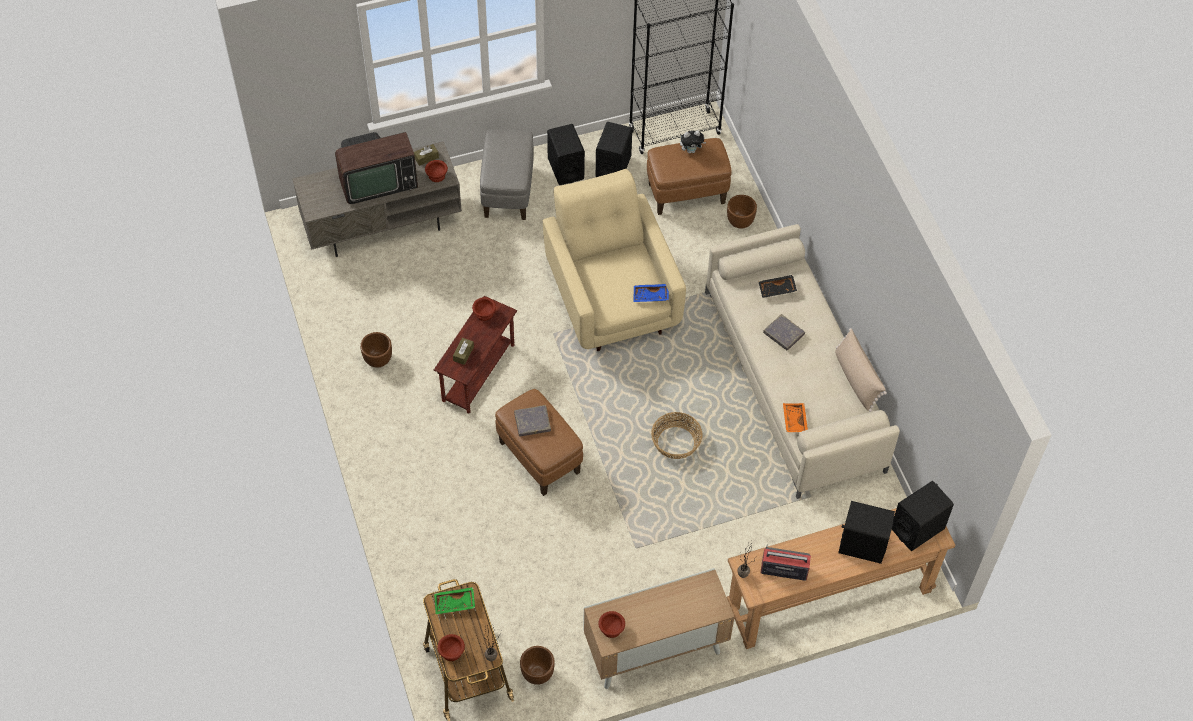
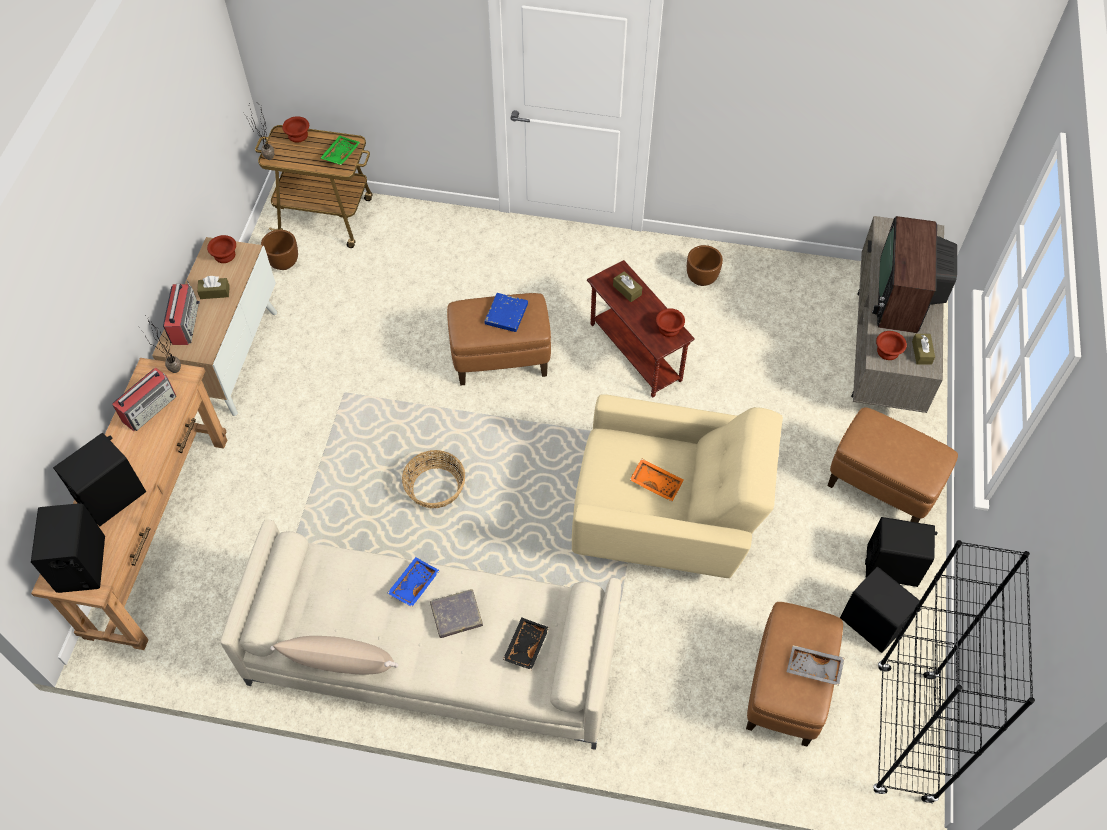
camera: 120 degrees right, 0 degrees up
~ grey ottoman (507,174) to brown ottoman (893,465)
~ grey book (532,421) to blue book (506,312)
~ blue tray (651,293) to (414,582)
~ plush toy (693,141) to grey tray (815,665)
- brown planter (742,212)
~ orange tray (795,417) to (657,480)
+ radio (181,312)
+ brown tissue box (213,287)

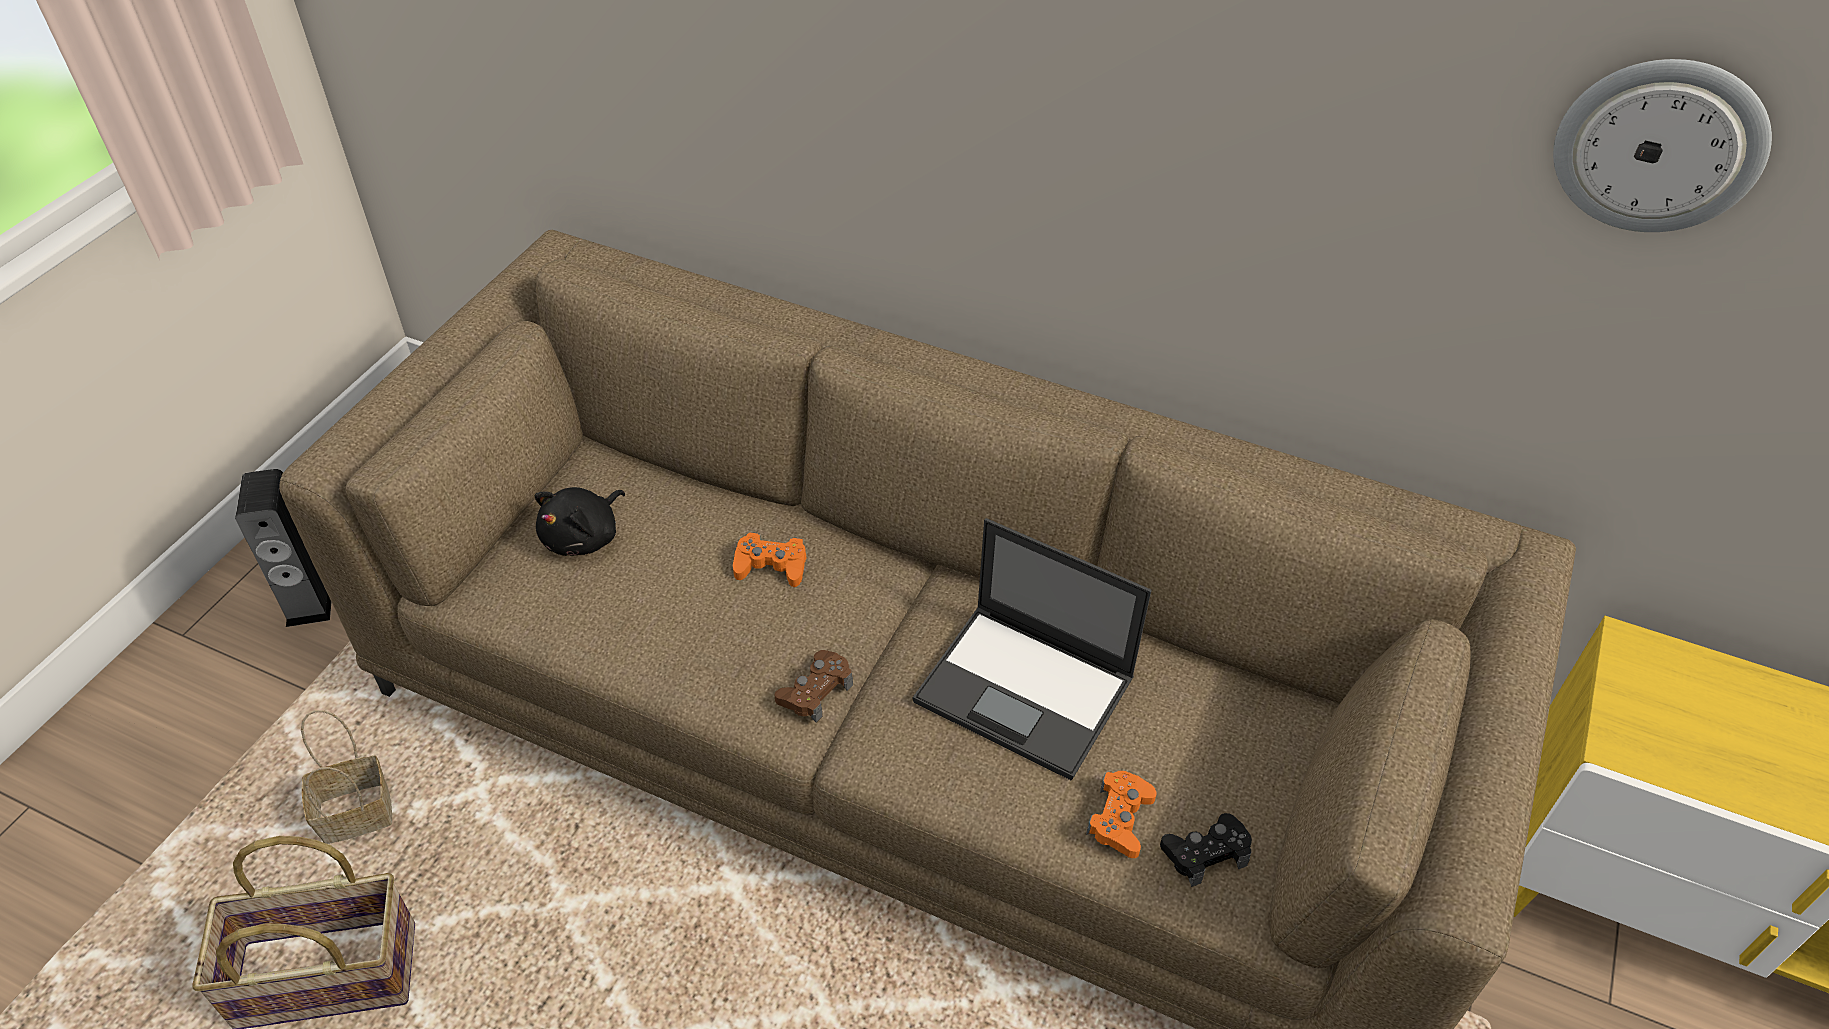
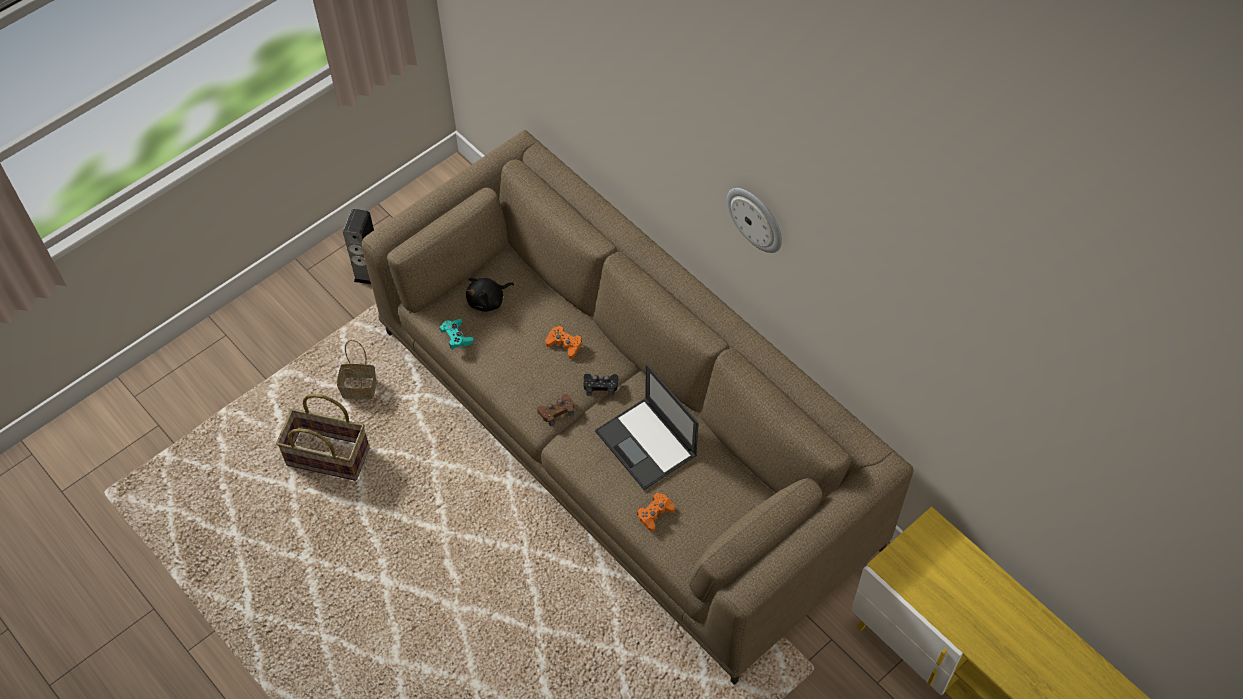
camera: 25 degrees right, 10 degrees up
~ black game controller (1206,850) to (600,384)
~ wall clock (1662,145) to (754,220)
+ turquoise game controller (456,334)

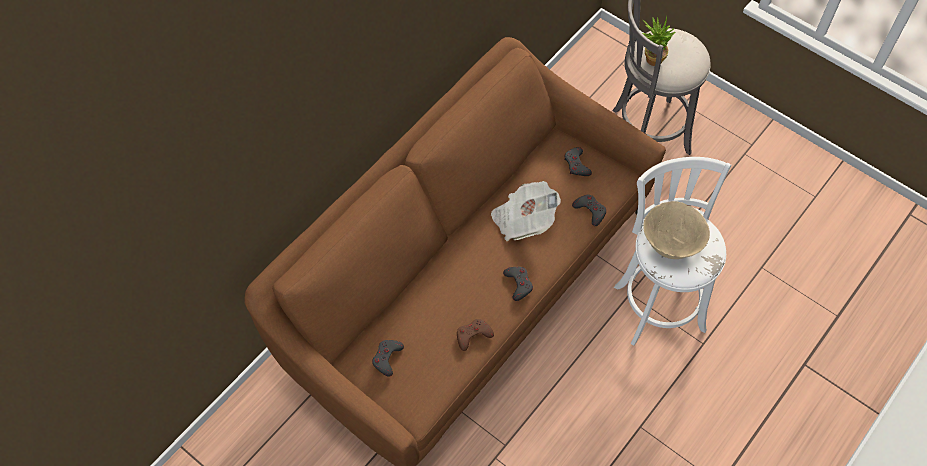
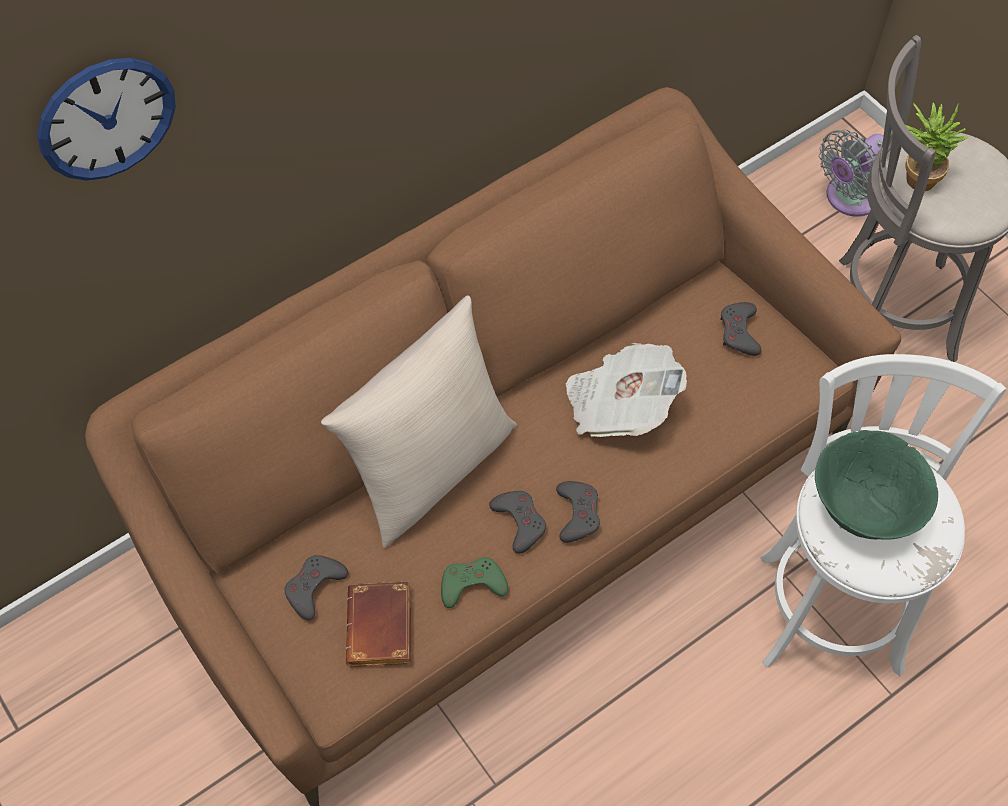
camera: 15 degrees right, 0 degrees up
~ brown game controller (475,335) to green game controller (474,582)
~ grey game controller (589,210) to (517,522)
~ beige bowl (676,230) to green bowl (876,485)
+ wall clock (106,119)
+ beige pillow (419,421)
+ brown book (378,624)
+ grey fan (851,173)

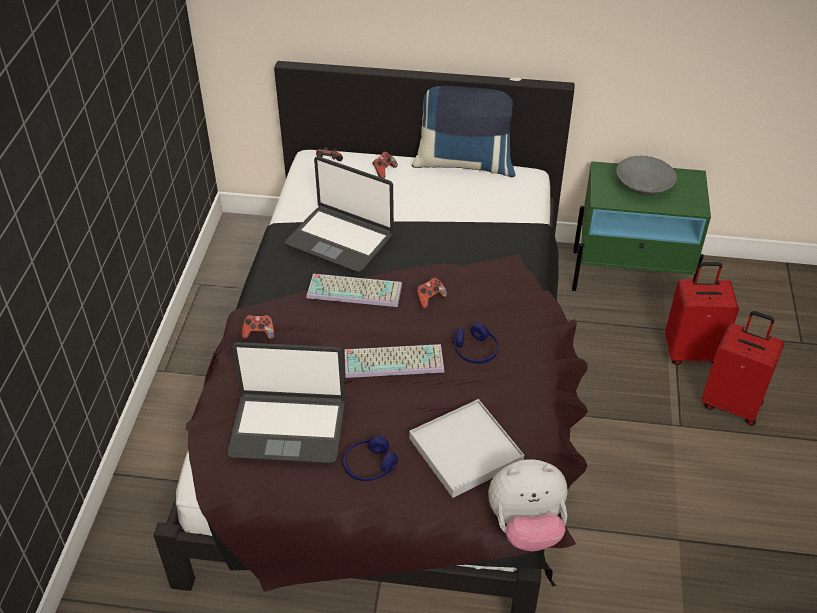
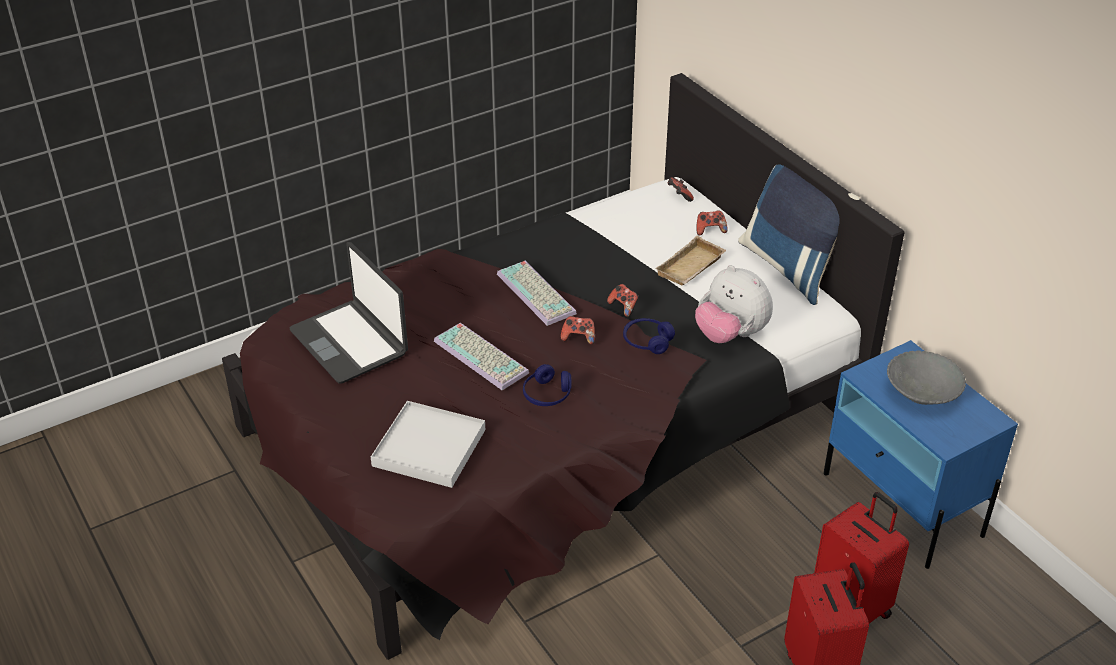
camera: 50 degrees right, 5 degrees down
~ game controller (258,327) to (623,300)
- laptop (339,214)
~ blue headphones (370,458) to (649,336)
~ plush toy (527,505) to (734,304)
~ green nightstand (641,226) to blue nightstand (921,454)
+ beige tray (690,261)

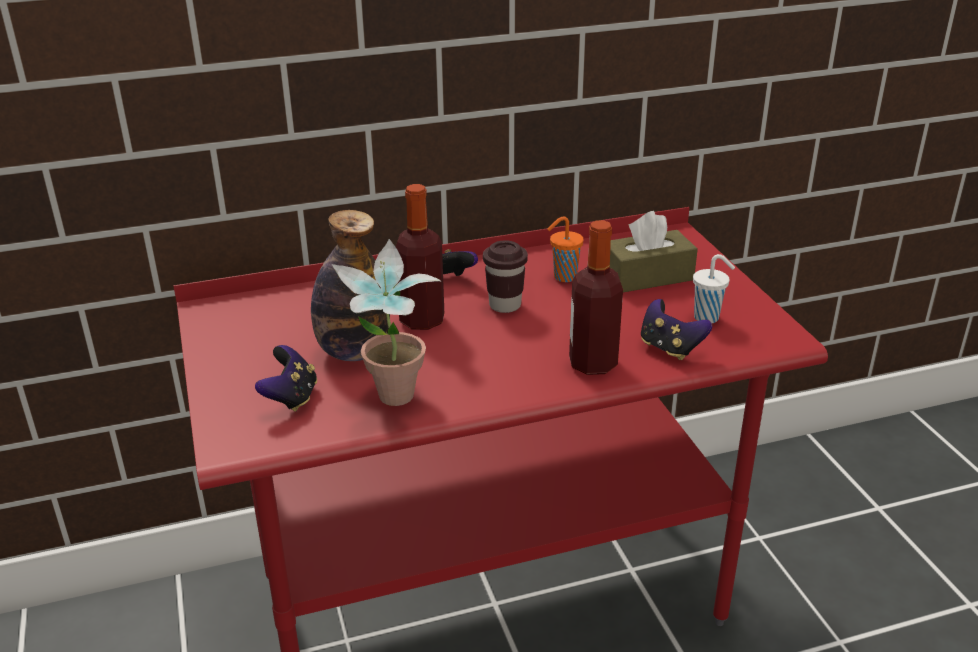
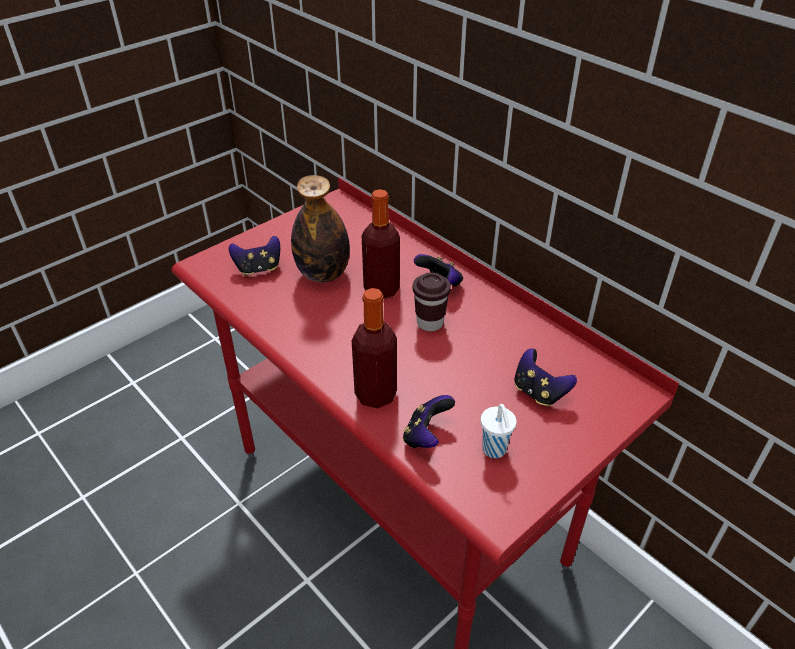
camera: 65 degrees right, 10 degrees up
- potted plant (387,322)
- orange cup (565,249)
~ brown tissue box (654,251) to game controller (545,377)

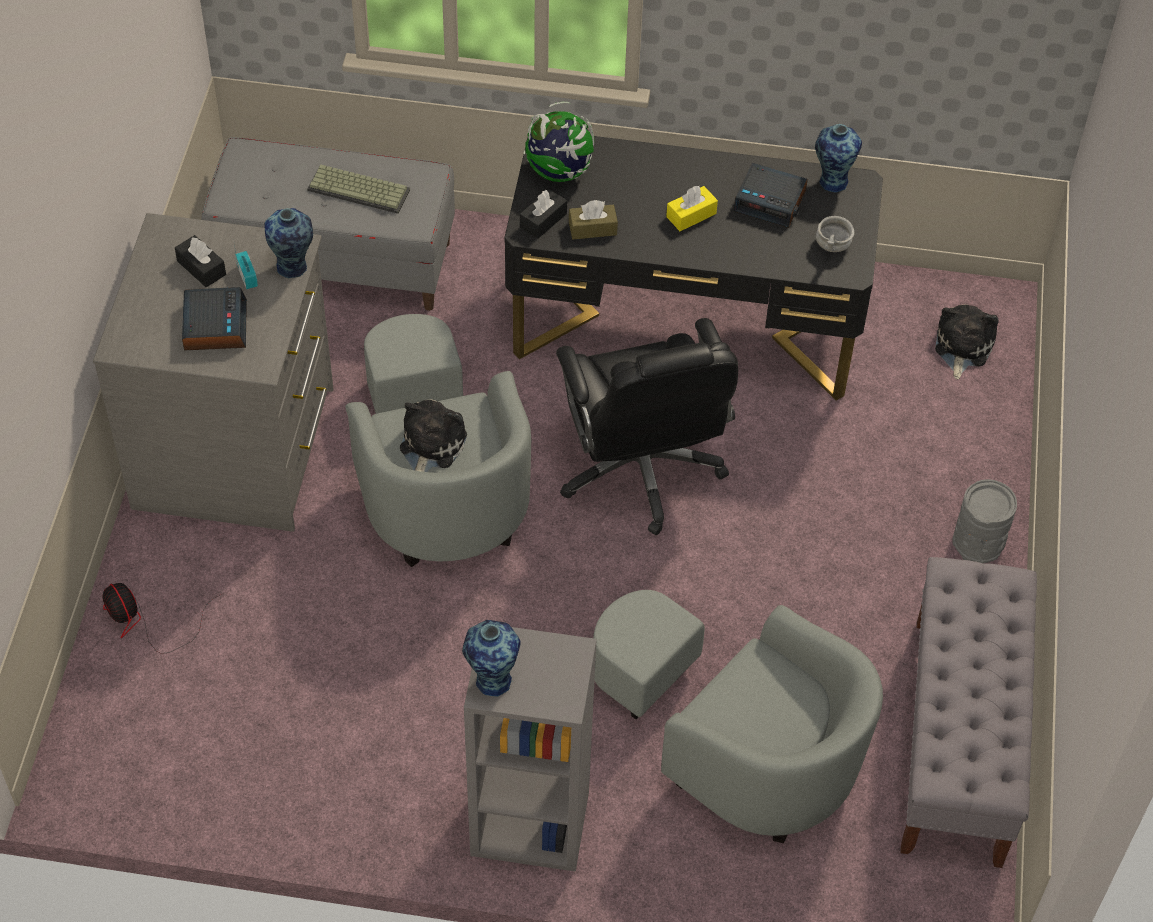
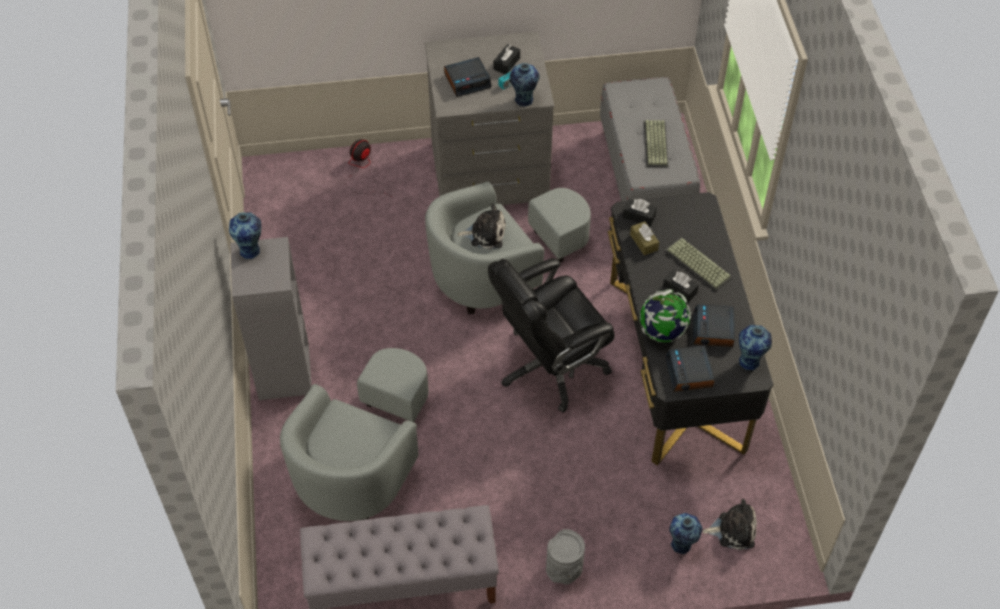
camera: 75 degrees right, 0 degrees up
~ globe (559,142) to (665,315)
~ yellow tissue box (692,208) to black tissue box (681,286)
~ grey bowl (835,234) to alarm clock (690,369)
+ keyboard (698,264)
+ vase (686,533)

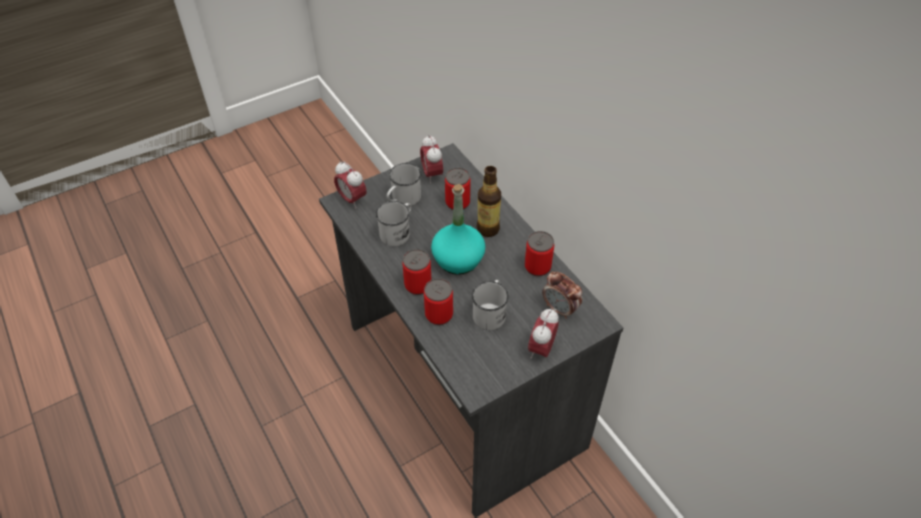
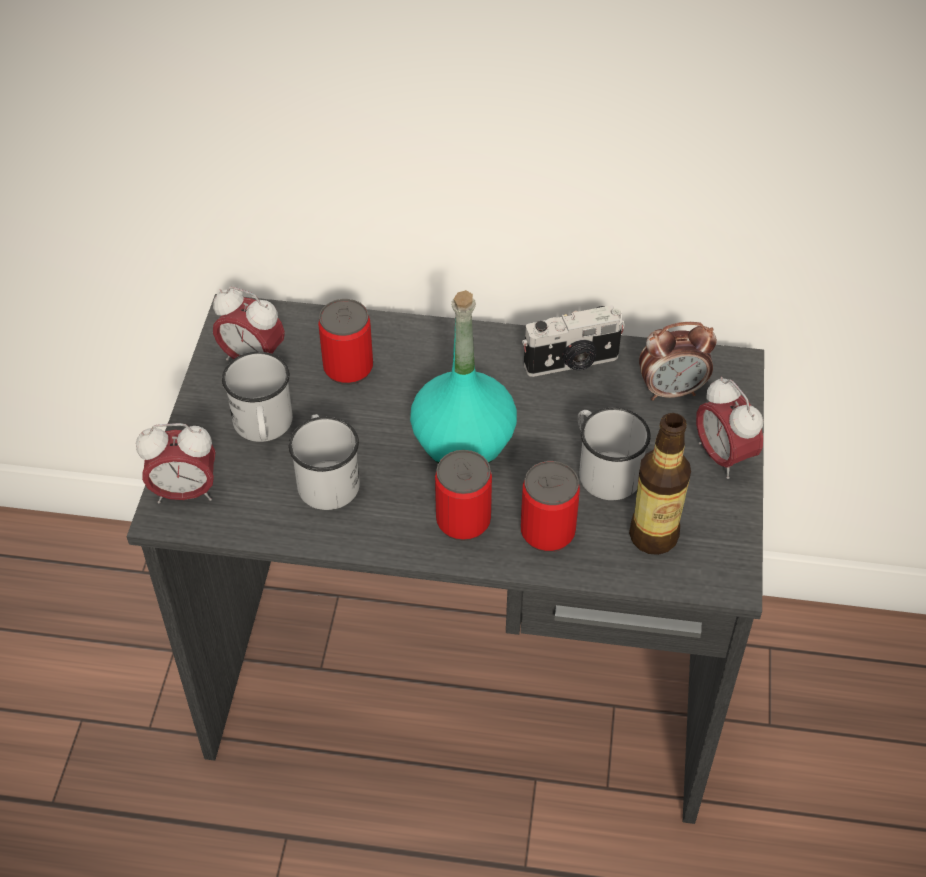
camera: 50 degrees left, 0 degrees up
~ bottle (489,201) to (660,484)
~ can (539,253) to photo camera (573,341)

